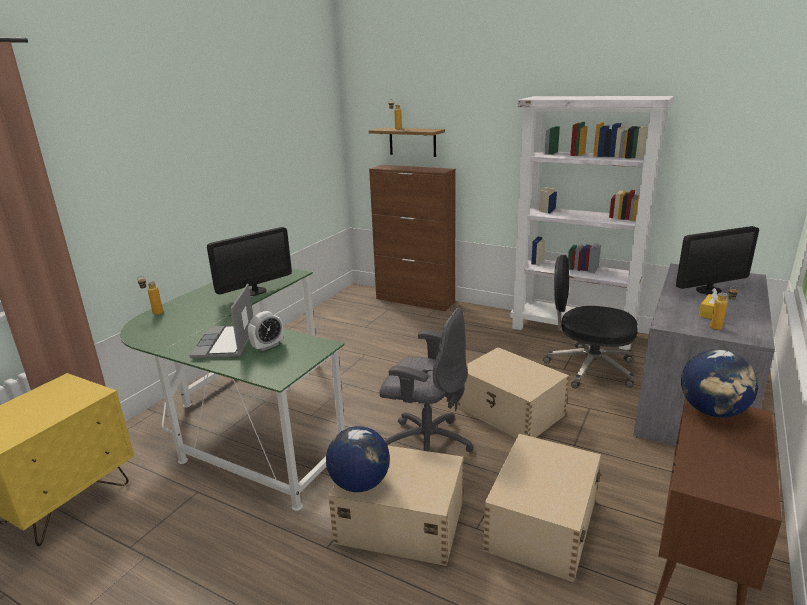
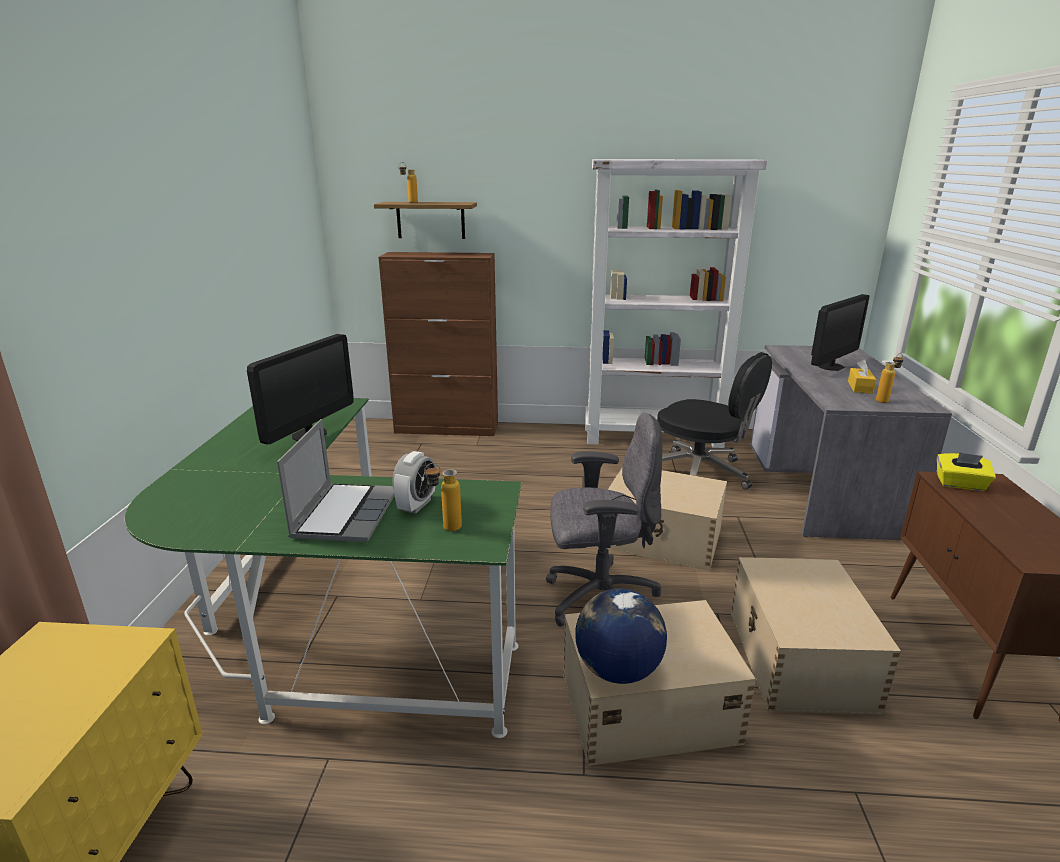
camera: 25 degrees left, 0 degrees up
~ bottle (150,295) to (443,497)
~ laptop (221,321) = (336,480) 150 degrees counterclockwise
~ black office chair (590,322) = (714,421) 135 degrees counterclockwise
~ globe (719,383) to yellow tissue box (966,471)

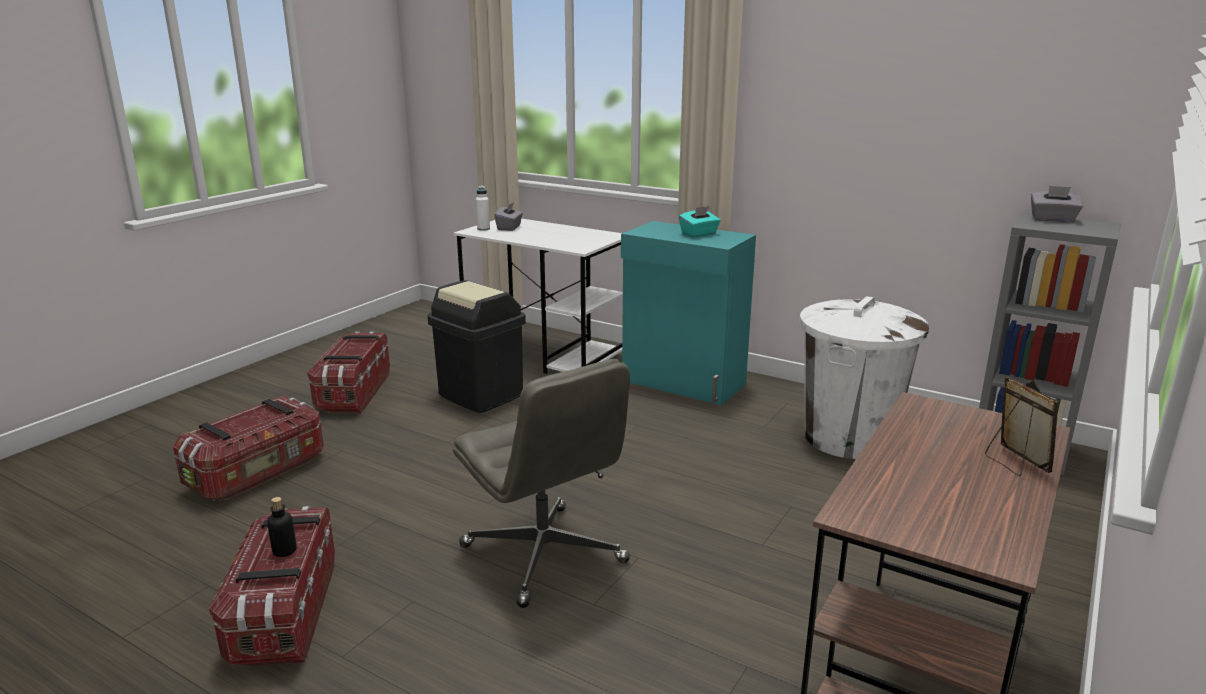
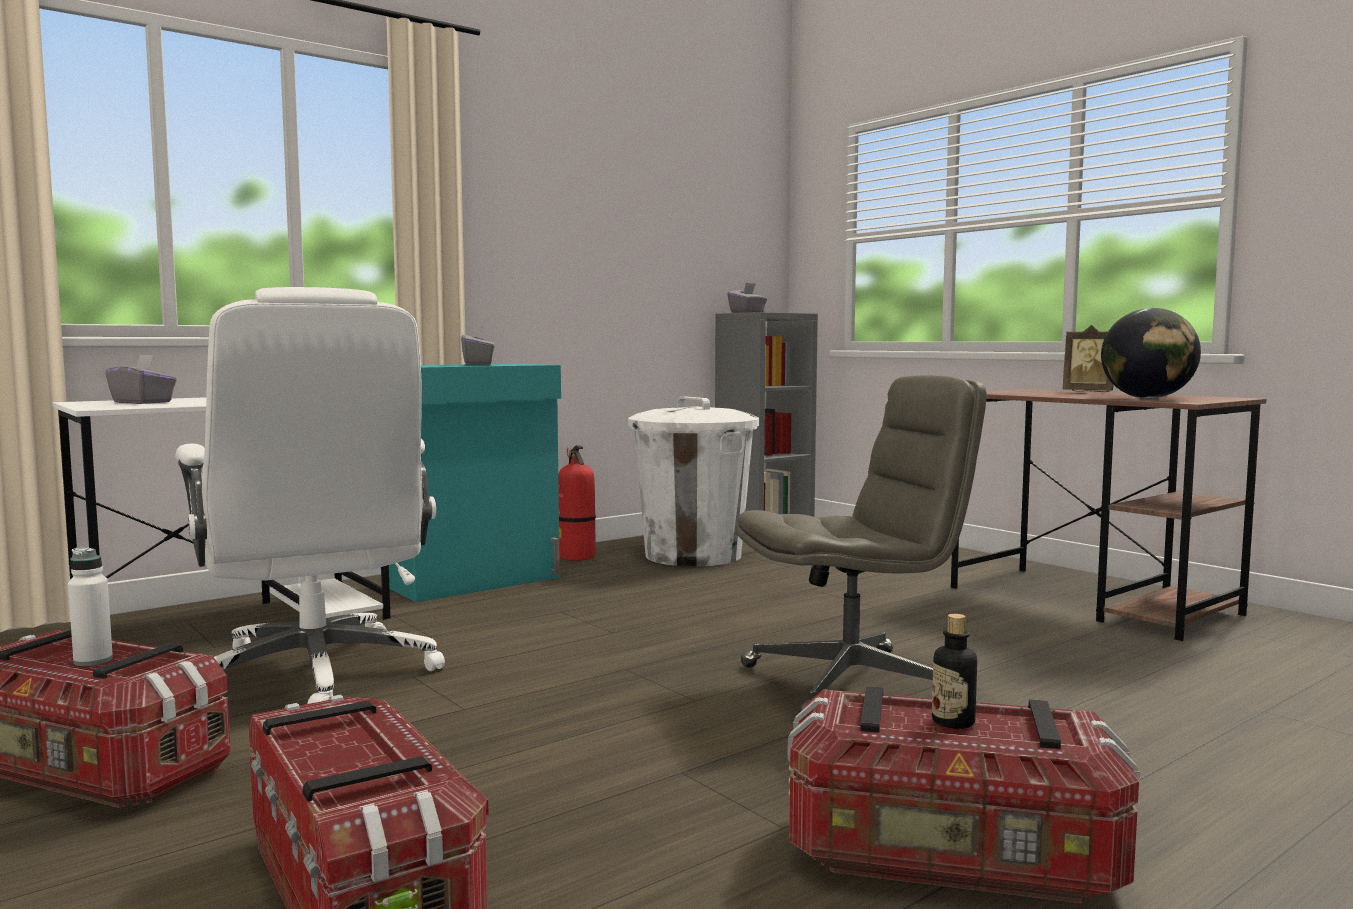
camera: 70 degrees left, 15 degrees down
~ black trash can (477,346) to white office chair (310,495)
~ white bottle (483,208) to (90,606)
~ turquoise tissue box (699,221) to grey tissue box (478,345)
~ picture frame (1022,426) = (1087,358) 150 degrees counterclockwise
+ fire extinguisher (577,503)
+ globe (1151,353)

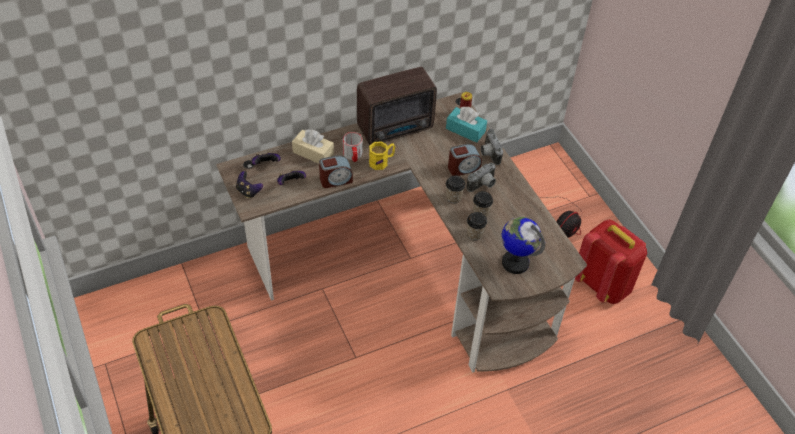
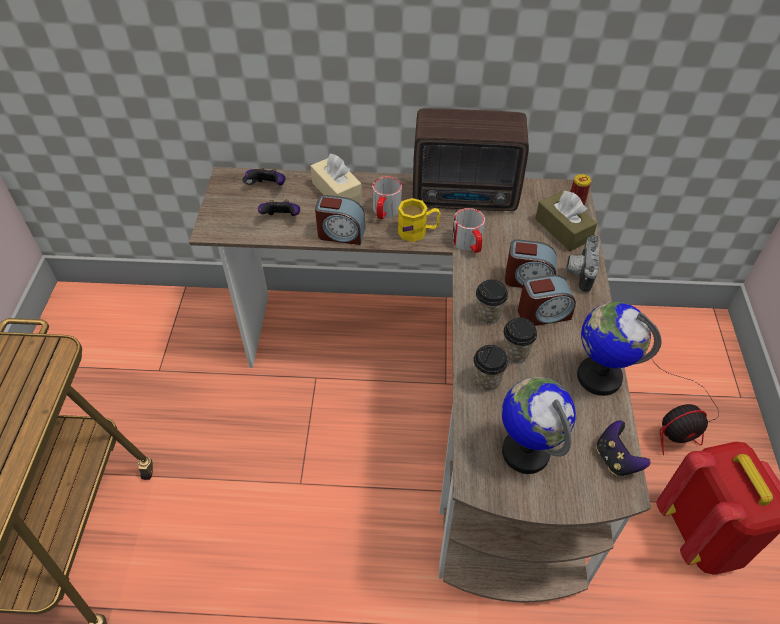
camera: 30 degrees right, 0 degrees up
~ game controller (249,185) to (623,448)
~ turquoise tissue box (466,125) to brown tissue box (566,221)
~ photo camera (481,177) to alarm clock (547,300)
+ mug (468,230)
+ globe (619,349)

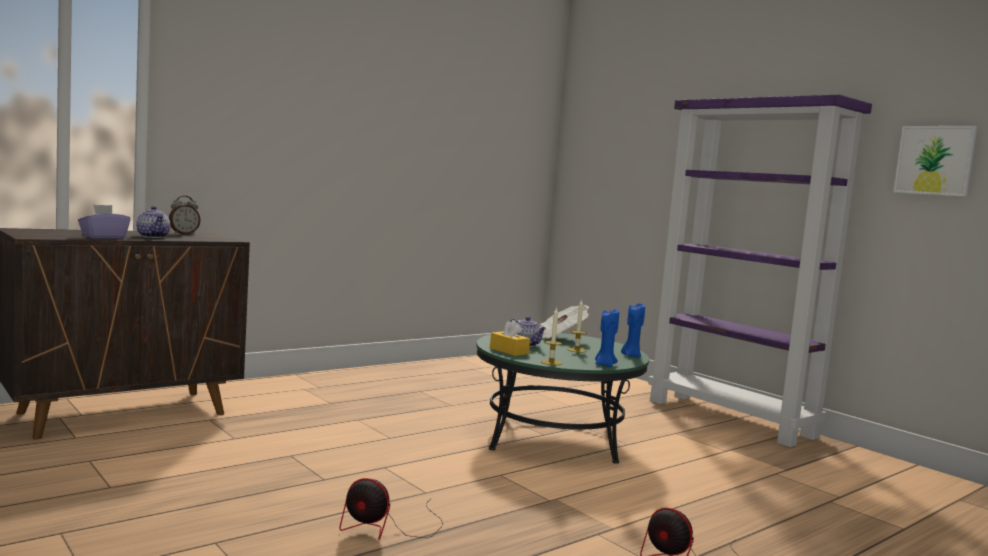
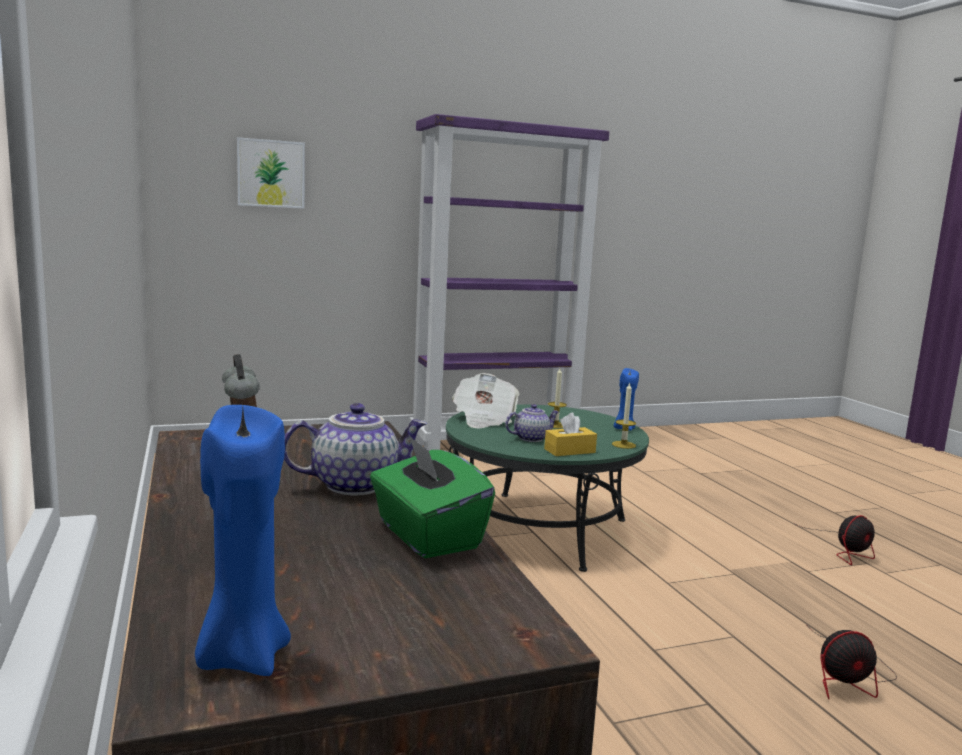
camera: 70 degrees left, 5 degrees up
~ purple tissue box (104,222) to green tissue box (432,496)
~ fan (391,509) = (854,664) 45 degrees clockwise
~ blue candle (633,330) to (243,540)
~ picture (935,161) to (271,173)

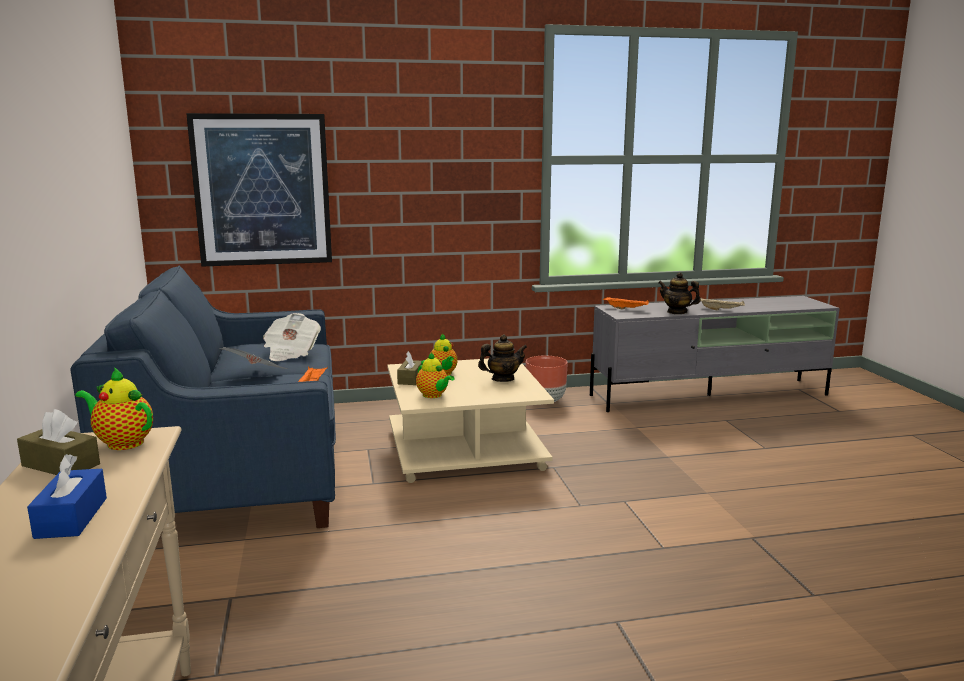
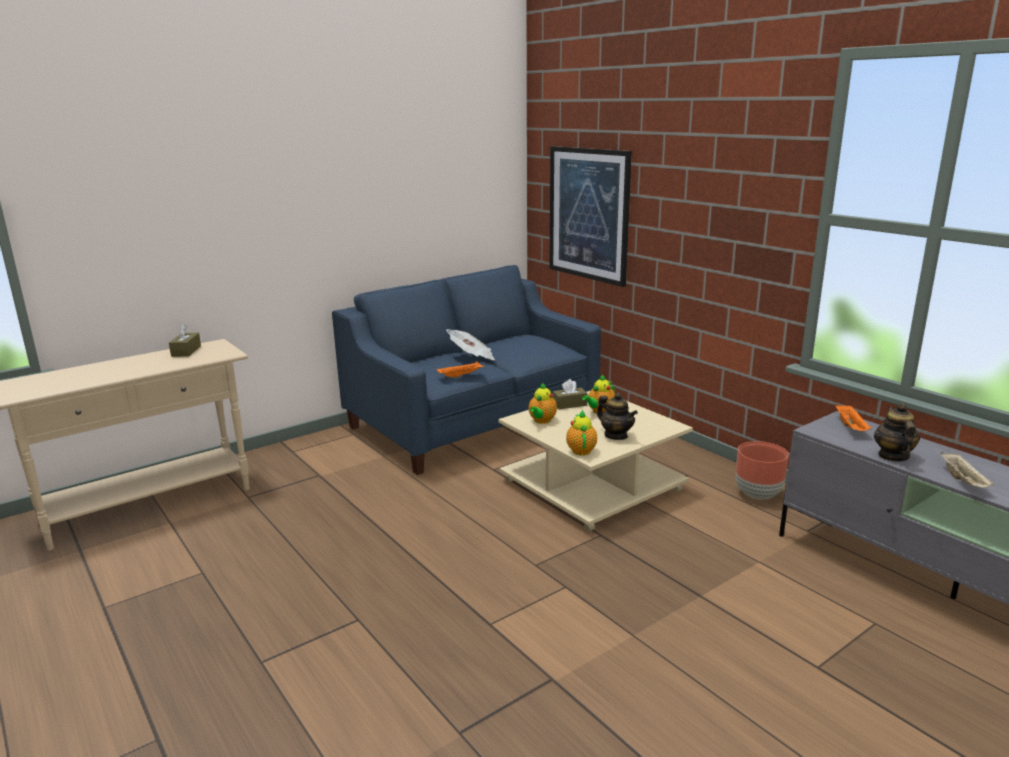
camera: 65 degrees right, 5 degrees up
- blue tissue box (67,496)
~ teapot (114,408) to (581,432)
- newspaper (292,337)

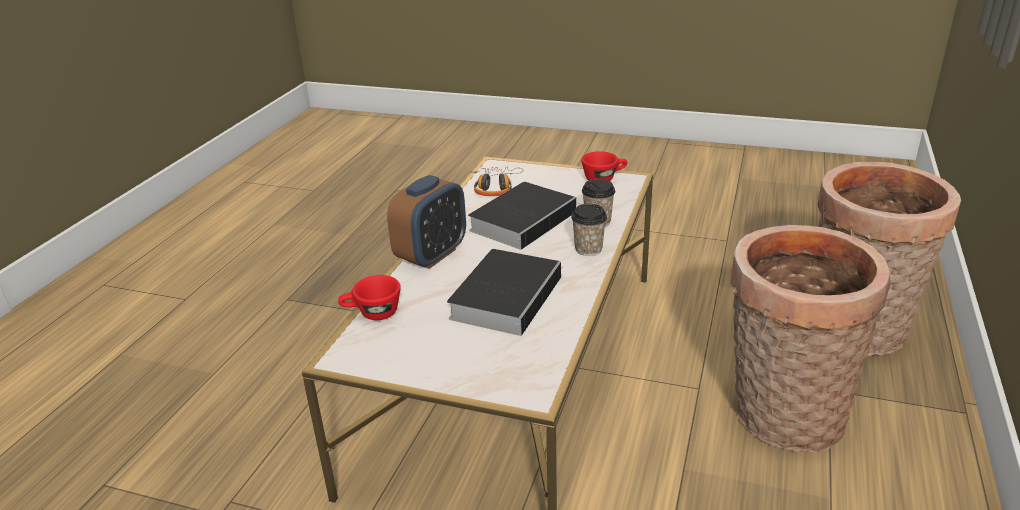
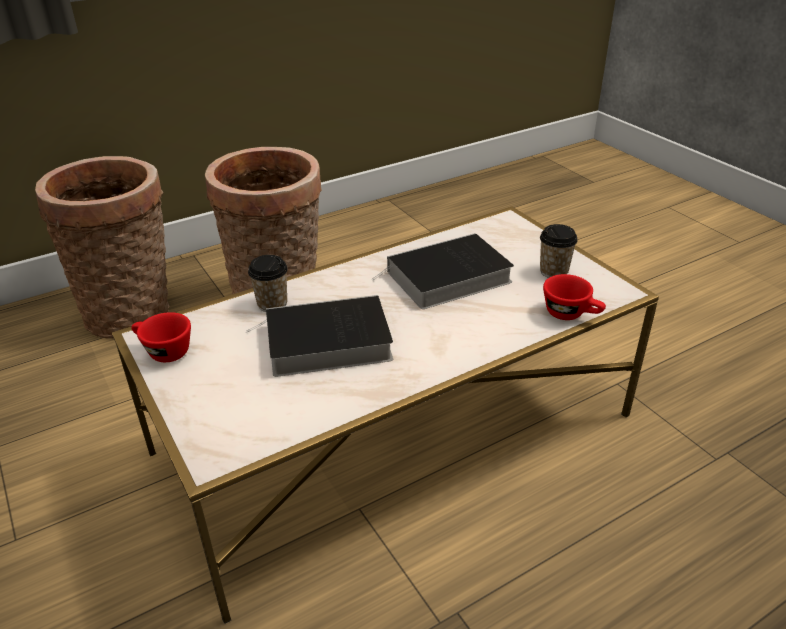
camera: 140 degrees left, 5 degrees up
- alarm clock (426,222)
- headphones (498,181)
~ cup (589,230) to (559,251)

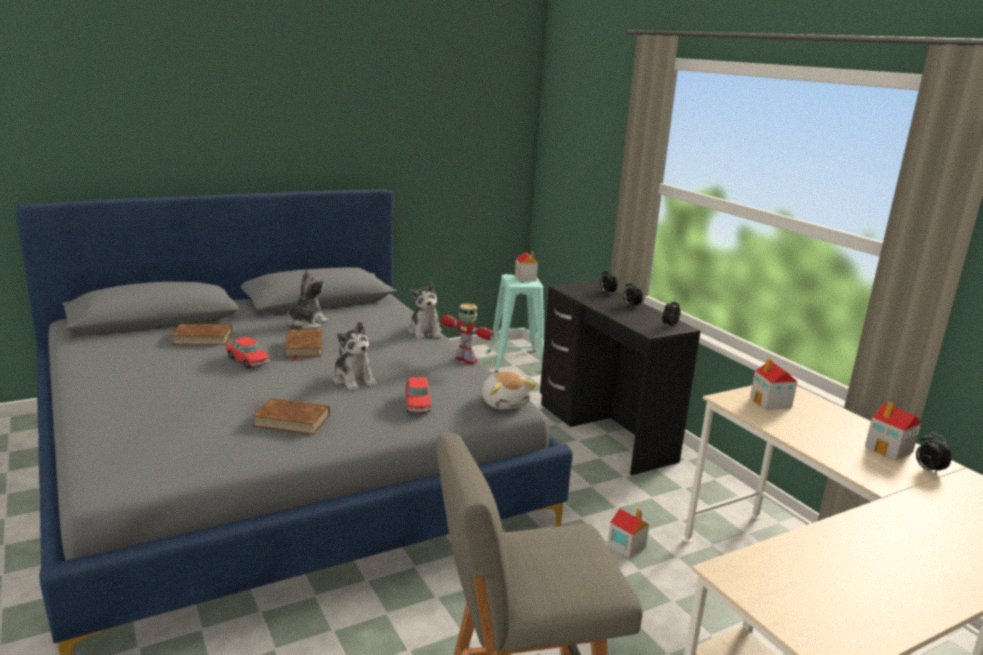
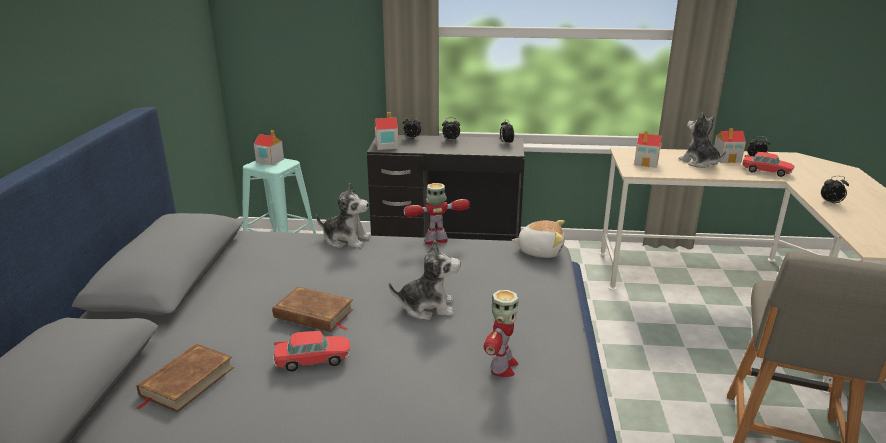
camera: 55 degrees left, 5 degrees up
~ brown book (291,416) to toy robot (501,333)
~ plush toy (308,299) to (702,140)
~ toy car (418,394) to (768,164)
~ toy house (628,533) to (386,131)
+ alarm clock (835,189)

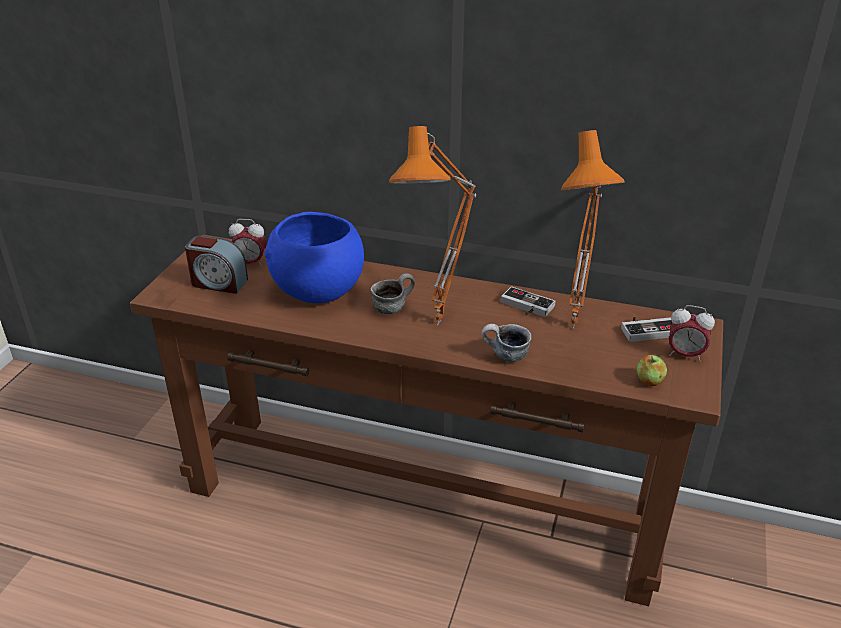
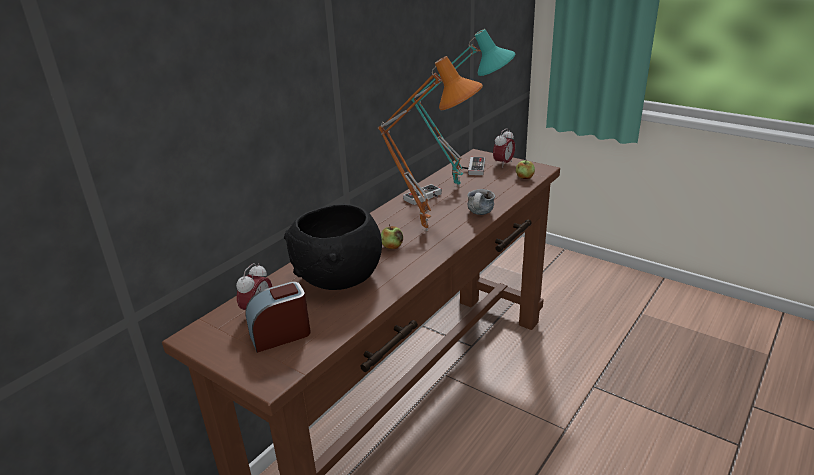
camera: 70 degrees left, 5 degrees down
~ alarm clock (216,264) = (278,317) 150 degrees counterclockwise
~ blue bowl (314,257) to black bowl (333,247)
~ mug (393,293) to apple (392,236)
~ orange table lamp (593,229) to turquoise table lamp (463,108)

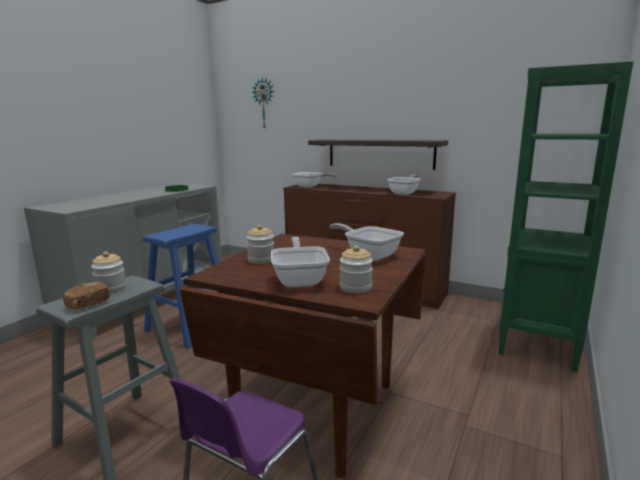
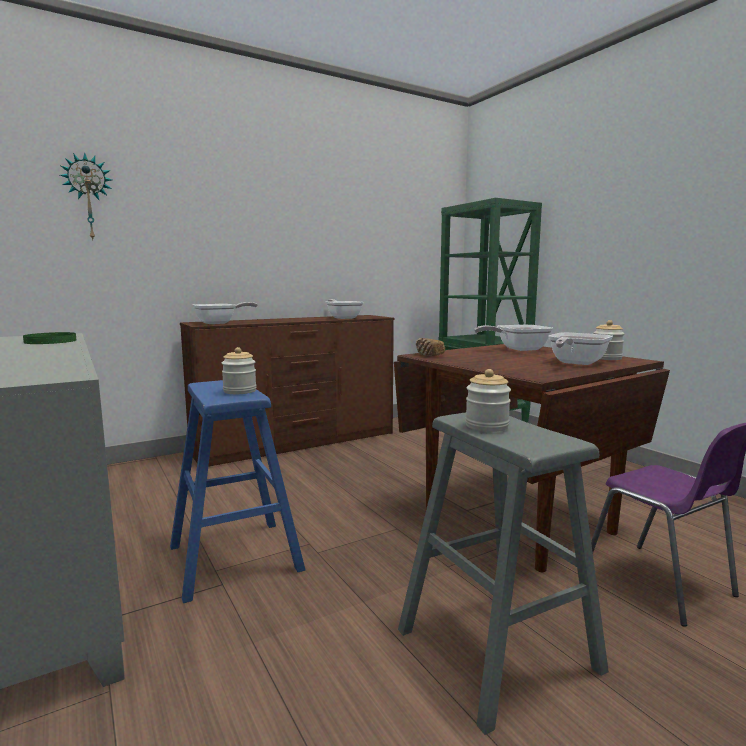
camera: 60 degrees left, 5 degrees down
~ bread (86,295) to (430,347)
~ jar (260,244) to (238,370)
~ frying pan (300,262) = (580,348) 75 degrees counterclockwise
- shelf (378,154)

